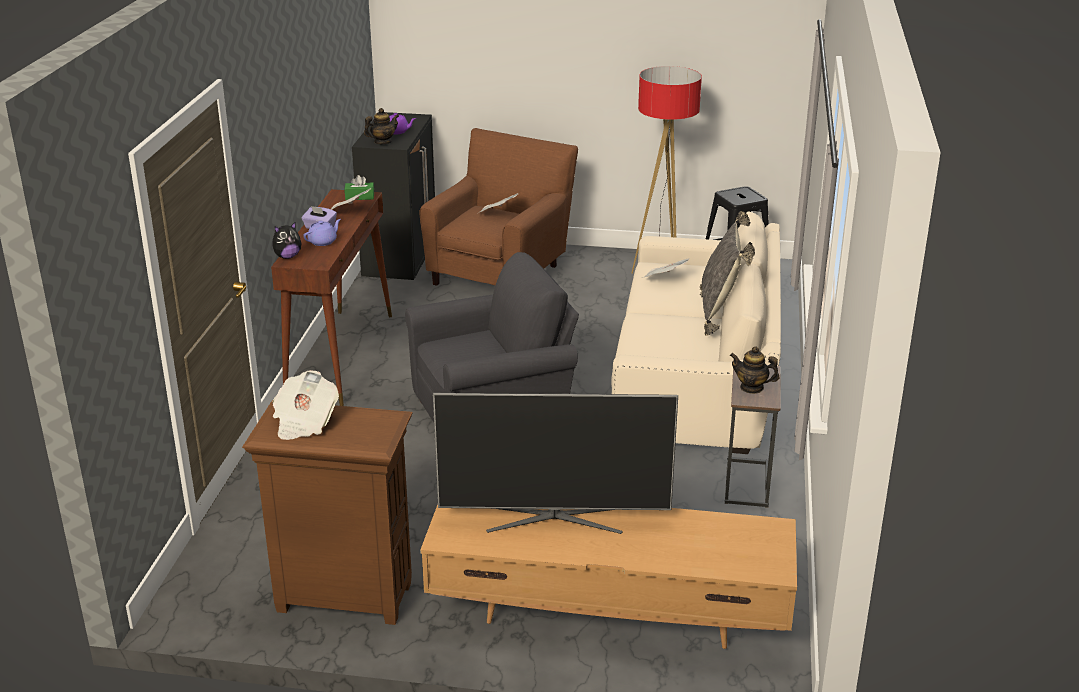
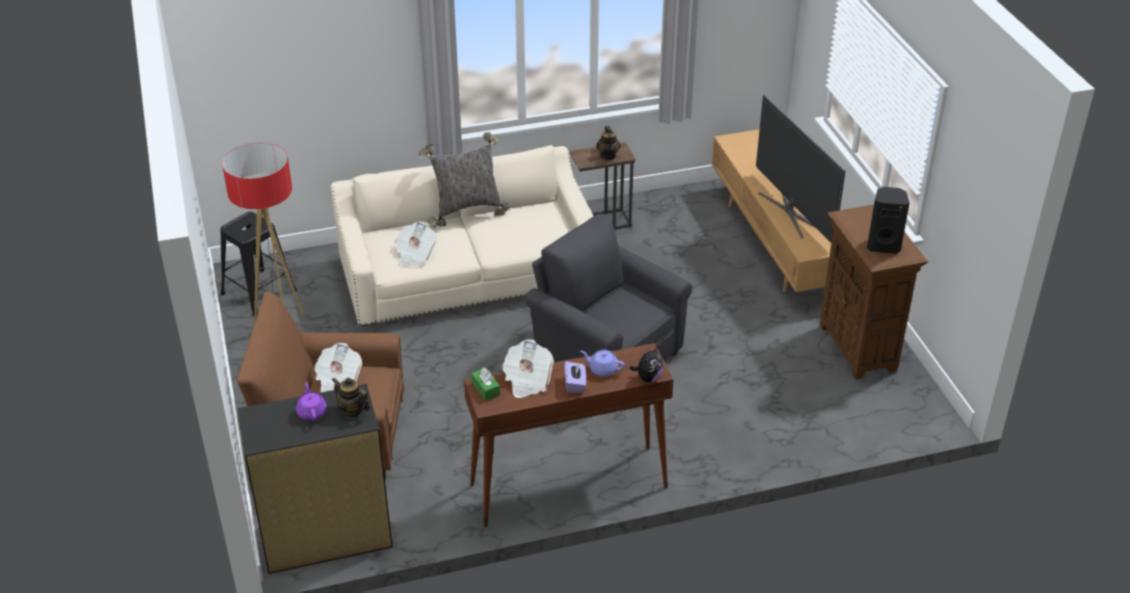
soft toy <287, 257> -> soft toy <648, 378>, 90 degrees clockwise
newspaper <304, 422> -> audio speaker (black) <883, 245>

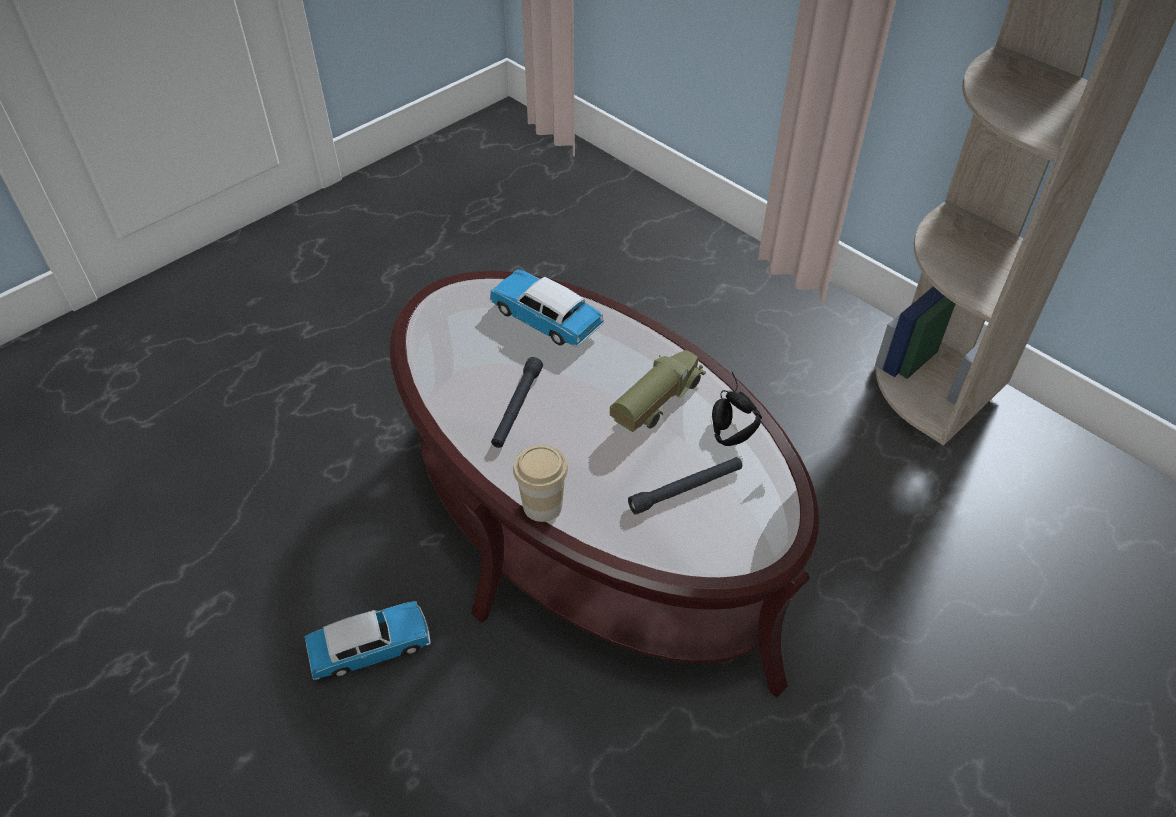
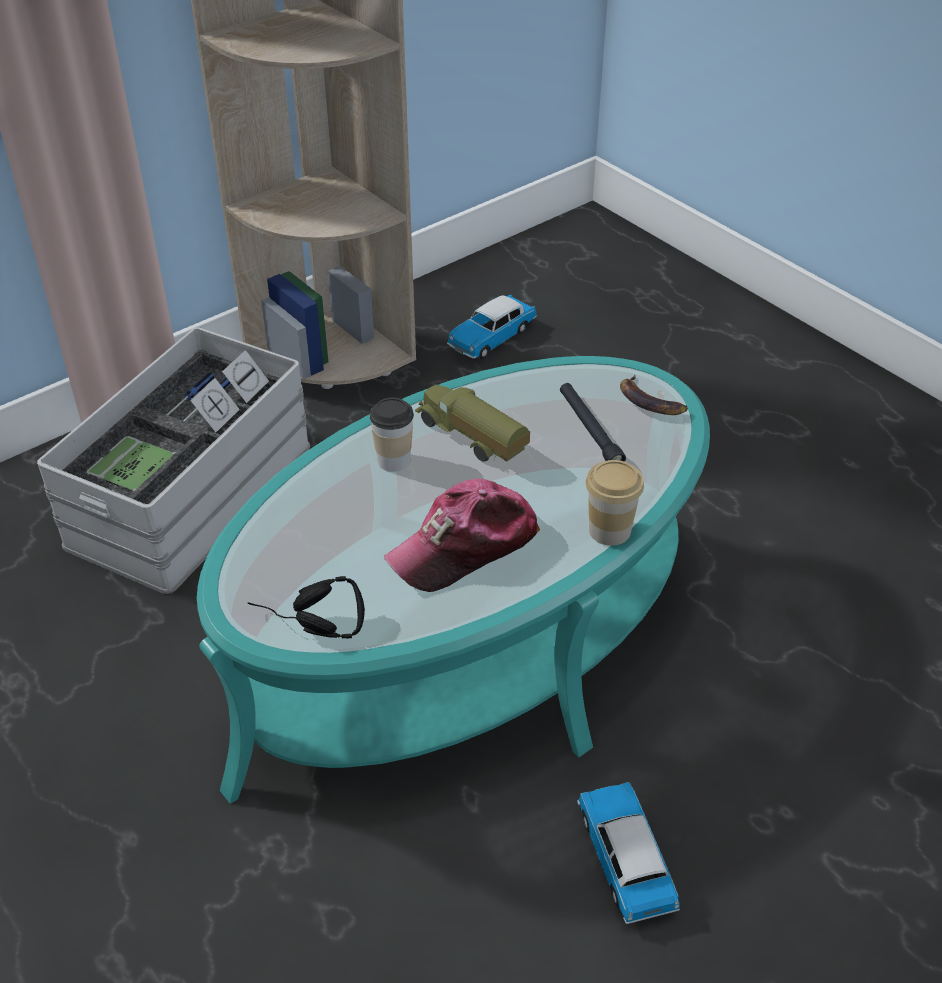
model car <545, 319> -> model car <491, 338>, relocated
coffee table (brown) <588, 529> -> coffee table (turquoise-coloured) <471, 643>
torch (black) <517, 408> -> cap <464, 546>
pair of headphones (black) <726, 416> -> pair of headphones (black) <307, 626>, relocated
none -> storage bin (gray) <189, 493>
none -> banana <650, 401>
none -> small cup <394, 461>

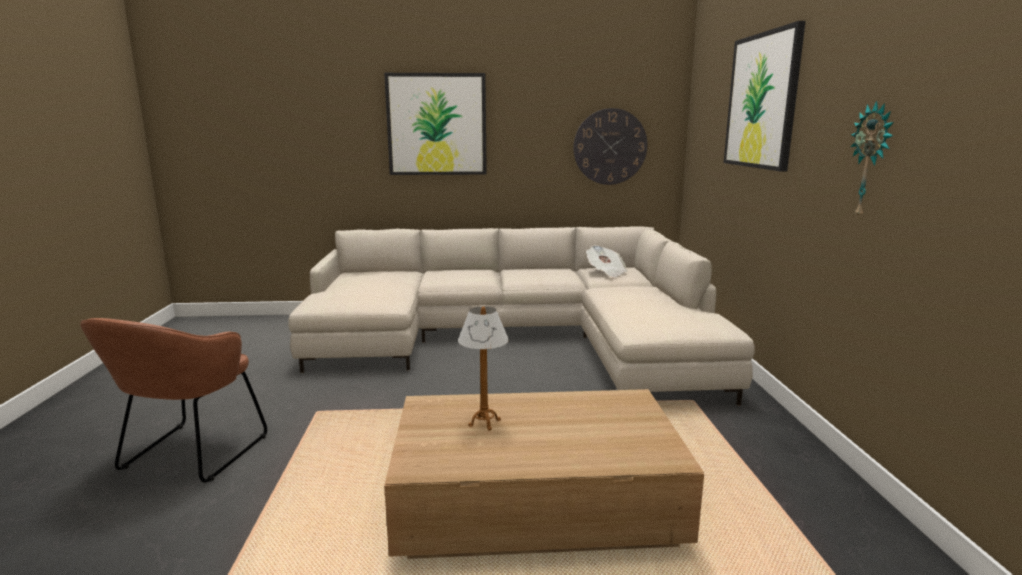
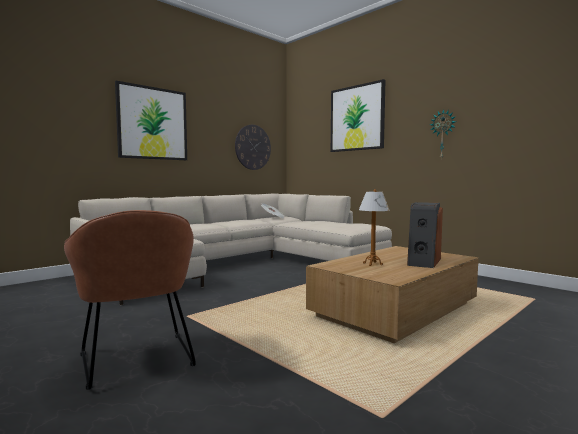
none -> audio speaker <423, 262>

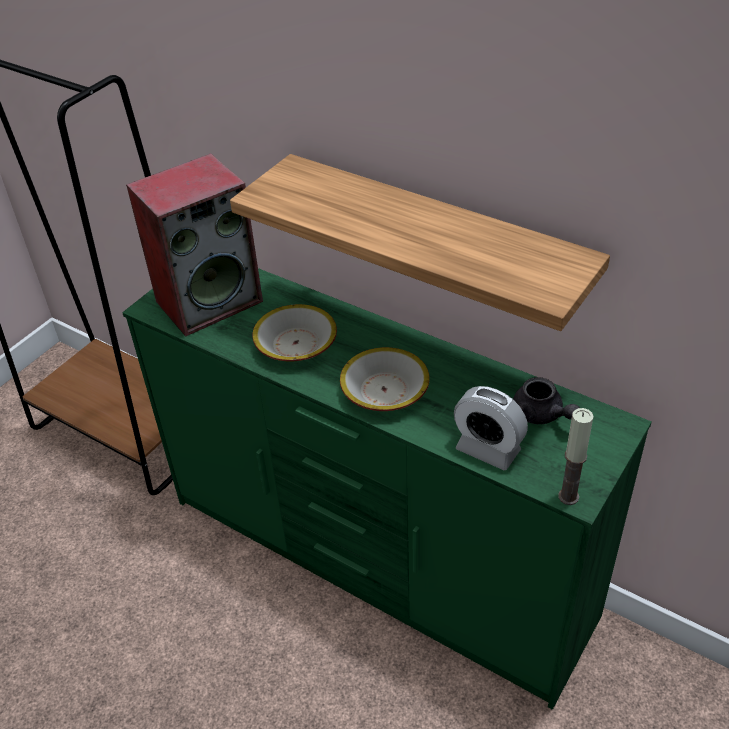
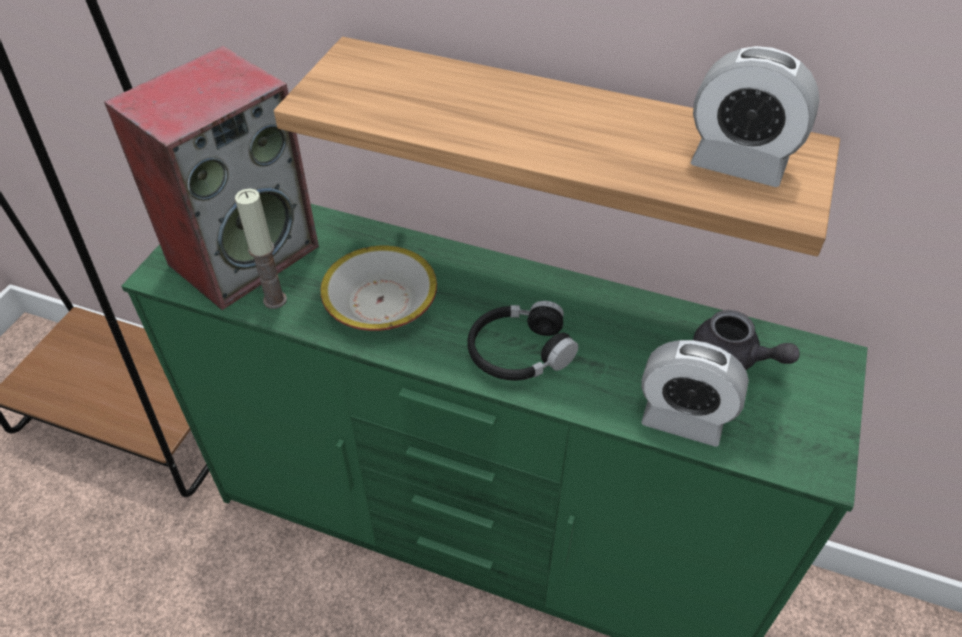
deep dish <384, 390> -> pair of headphones (black) <519, 352>
candle <568, 497> -> candle <275, 300>, relocated
none -> table clock <738, 163>

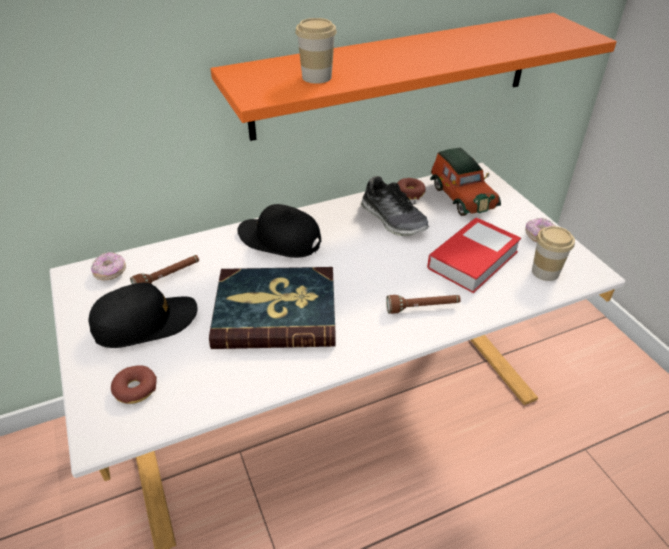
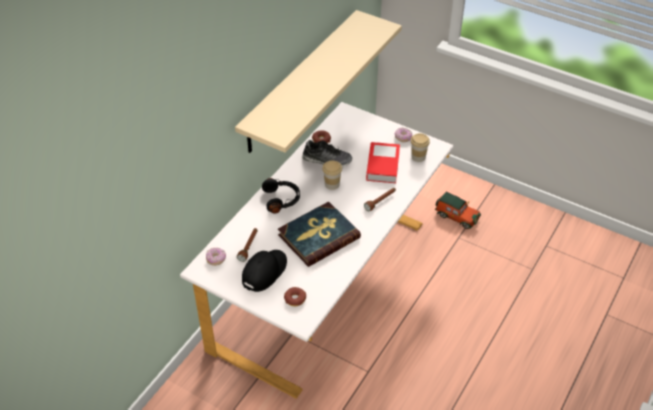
shelf (orange) <396, 75> -> shelf (beige-coloured) <300, 81>
small cup <316, 77> -> small cup <332, 184>, relocated
model car <460, 196> -> model car <456, 216>, relocated
cap (black) <279, 240> -> pair of headphones (black) <282, 200>

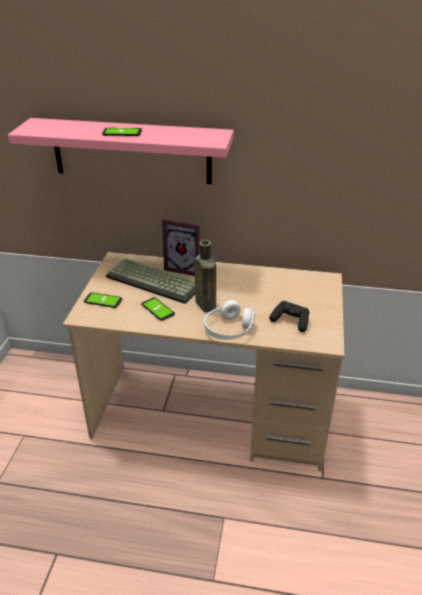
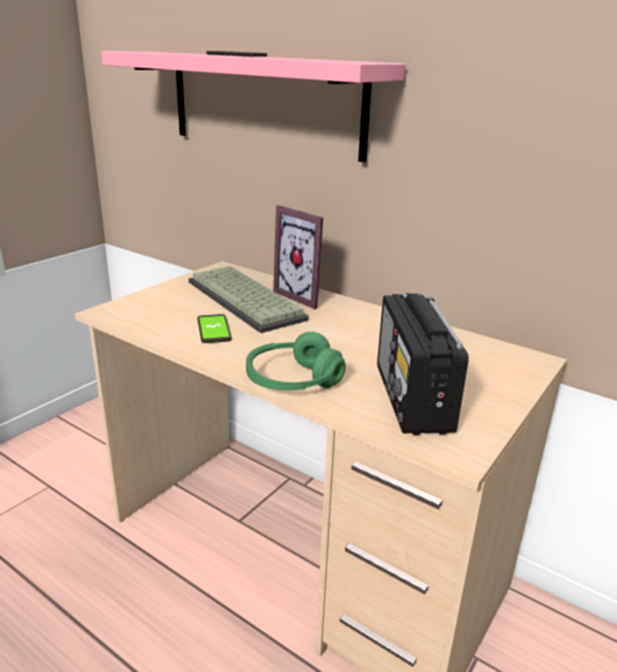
beverage bottle (brown) <204, 304> -> none
phone <103, 301> -> none
pair of headphones (whitish) <228, 329> -> pair of headphones (green) <293, 380>
joypad (black) <290, 321> -> radio set <412, 399>

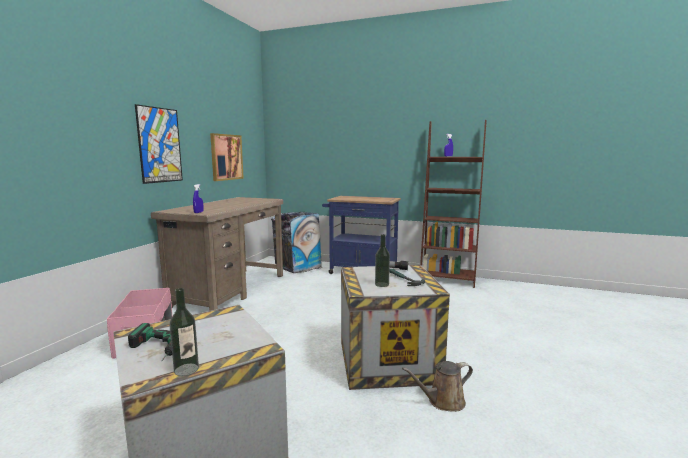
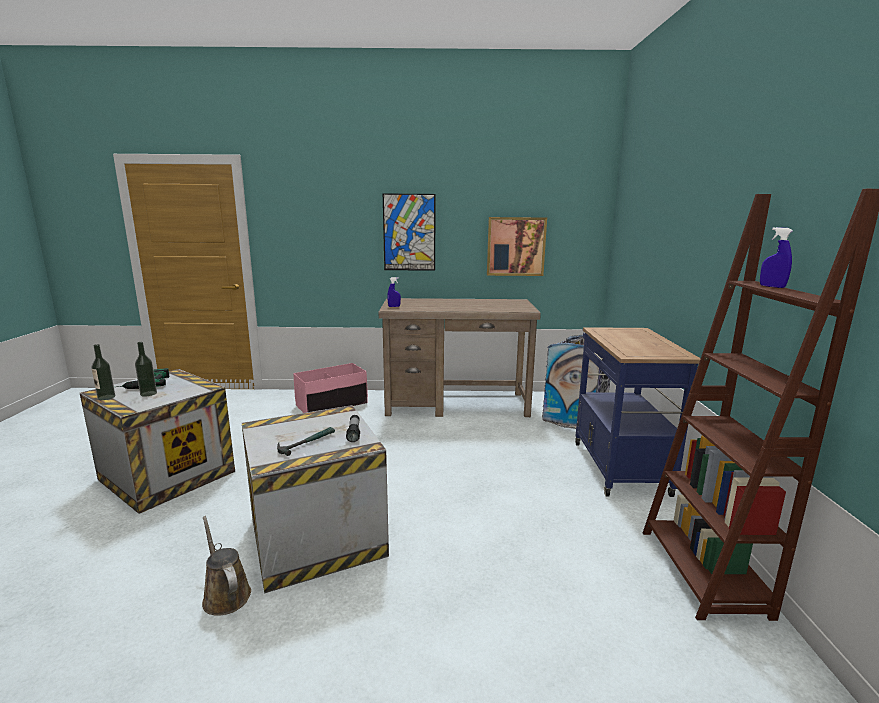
beverage bottle <382, 284> -> beverage bottle <148, 393>, relocated

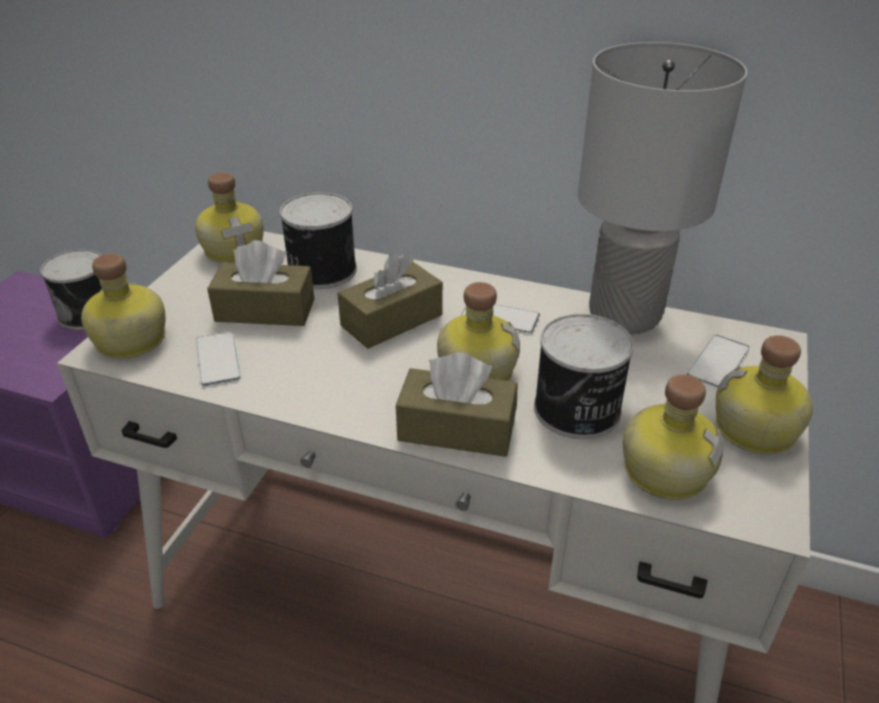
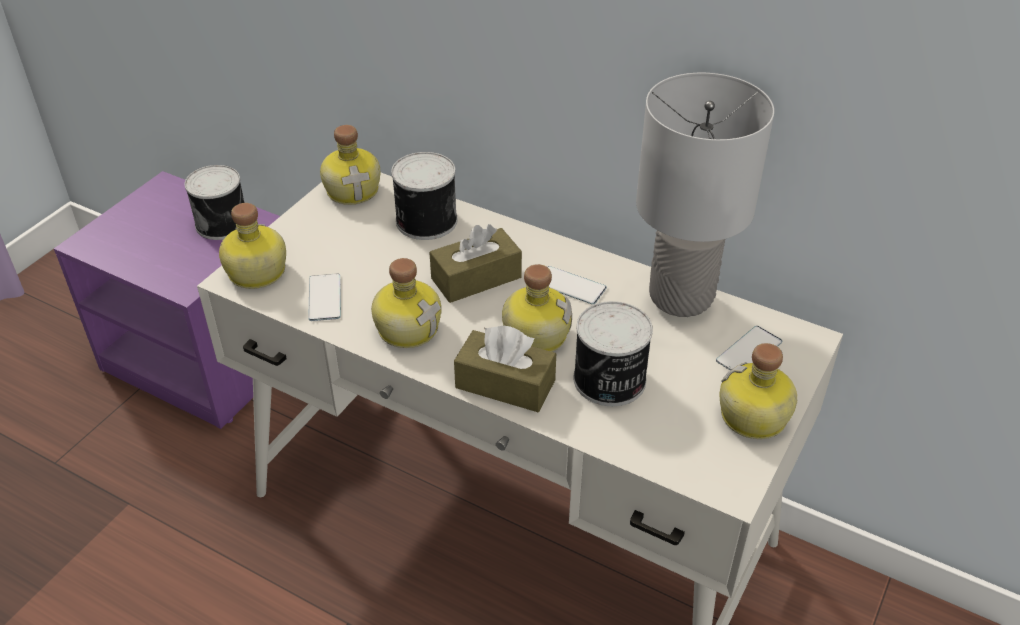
tissue box (brown) <265, 310> -> none
beverage bottle <664, 469> -> beverage bottle <408, 327>, relocated

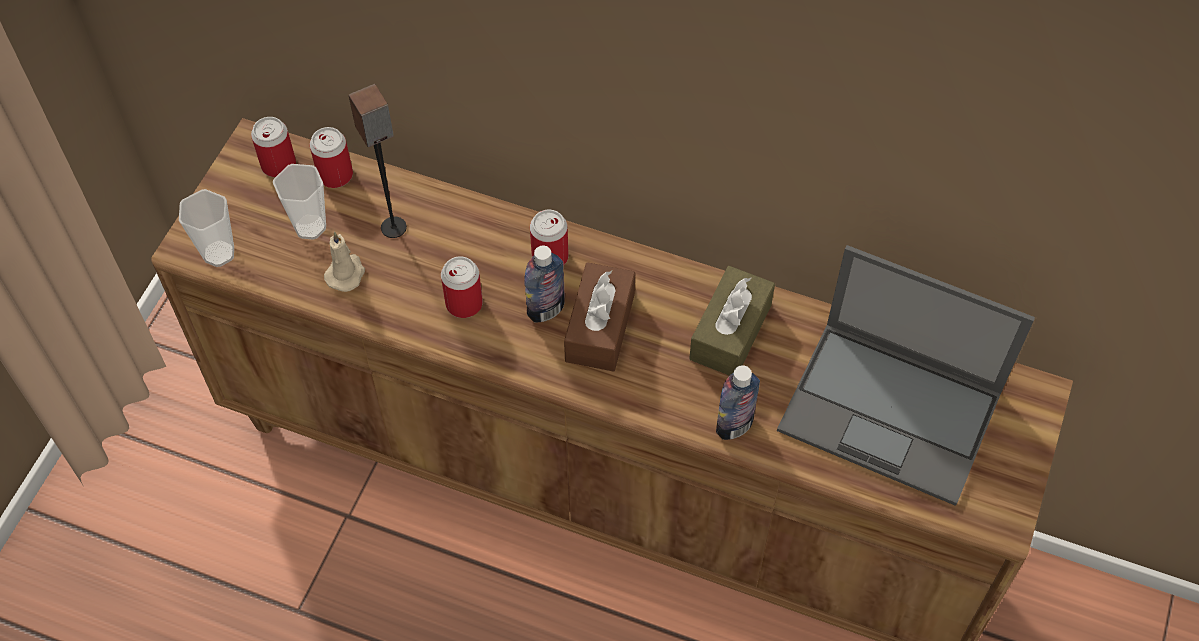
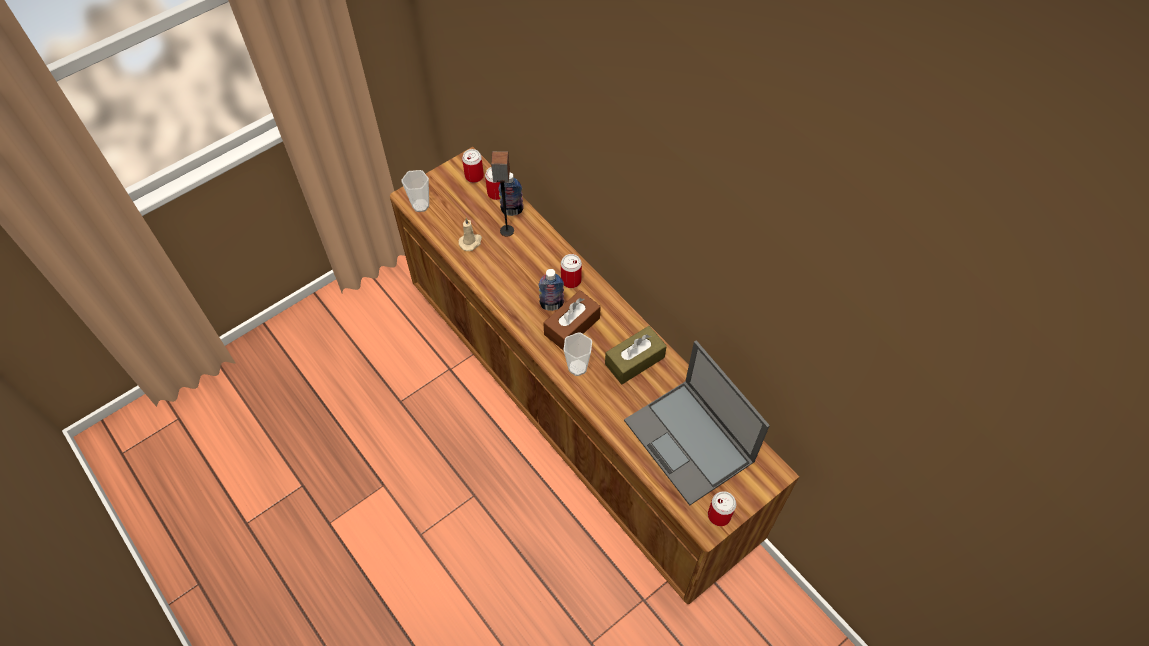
small cup <310, 227> -> small cup <577, 367>, relocated
metal can <464, 303> -> metal can <719, 515>, relocated
beverage bottle <734, 426> -> beverage bottle <512, 210>, relocated

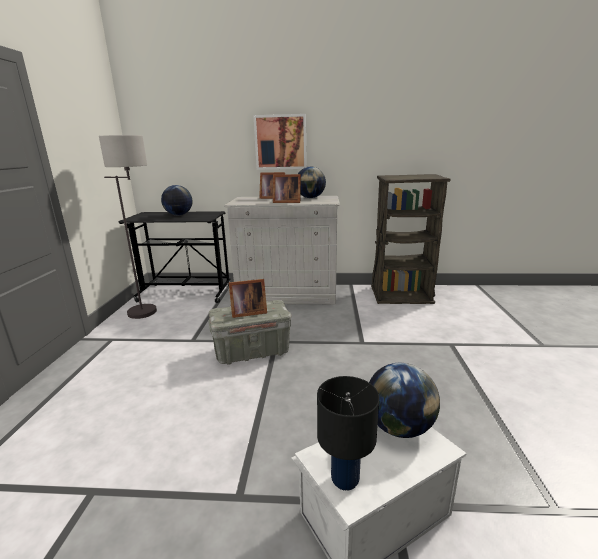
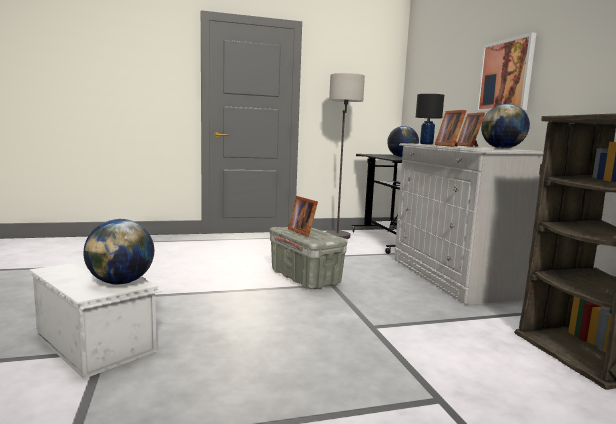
table lamp (black) <346, 480> -> table lamp (black) <426, 144>, relocated

